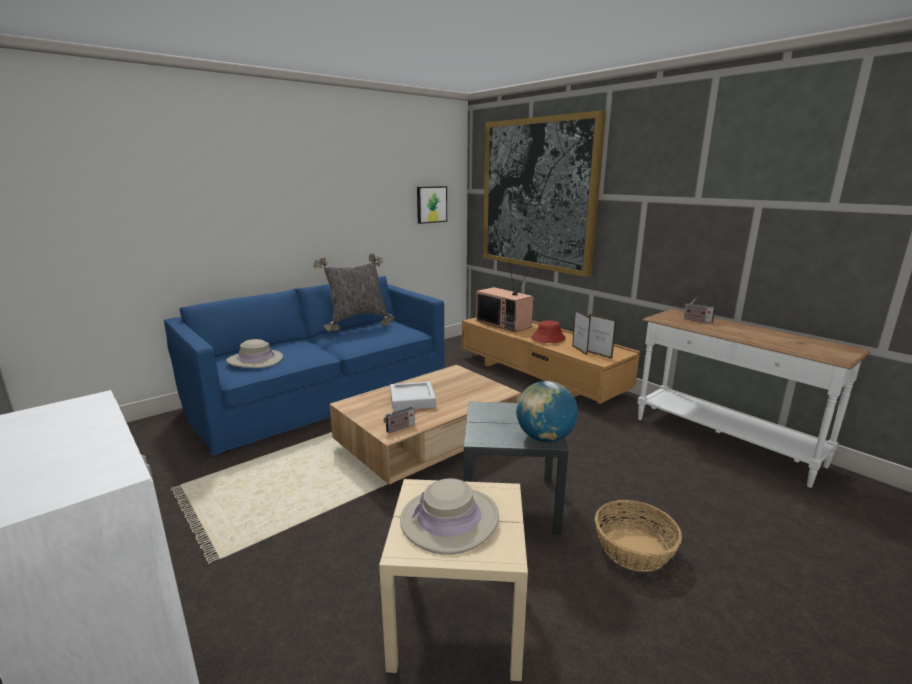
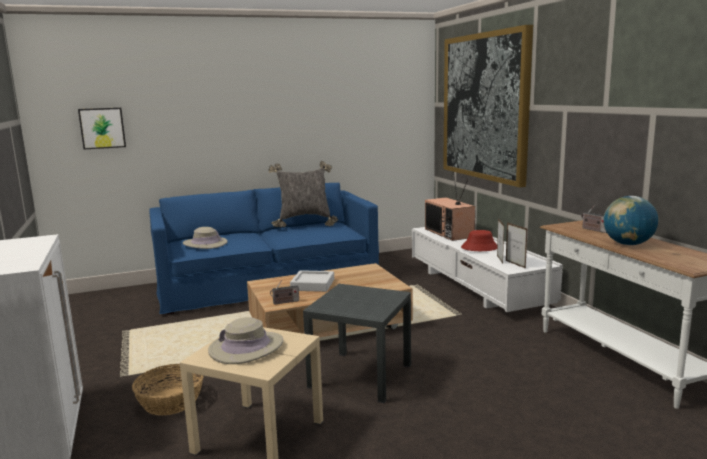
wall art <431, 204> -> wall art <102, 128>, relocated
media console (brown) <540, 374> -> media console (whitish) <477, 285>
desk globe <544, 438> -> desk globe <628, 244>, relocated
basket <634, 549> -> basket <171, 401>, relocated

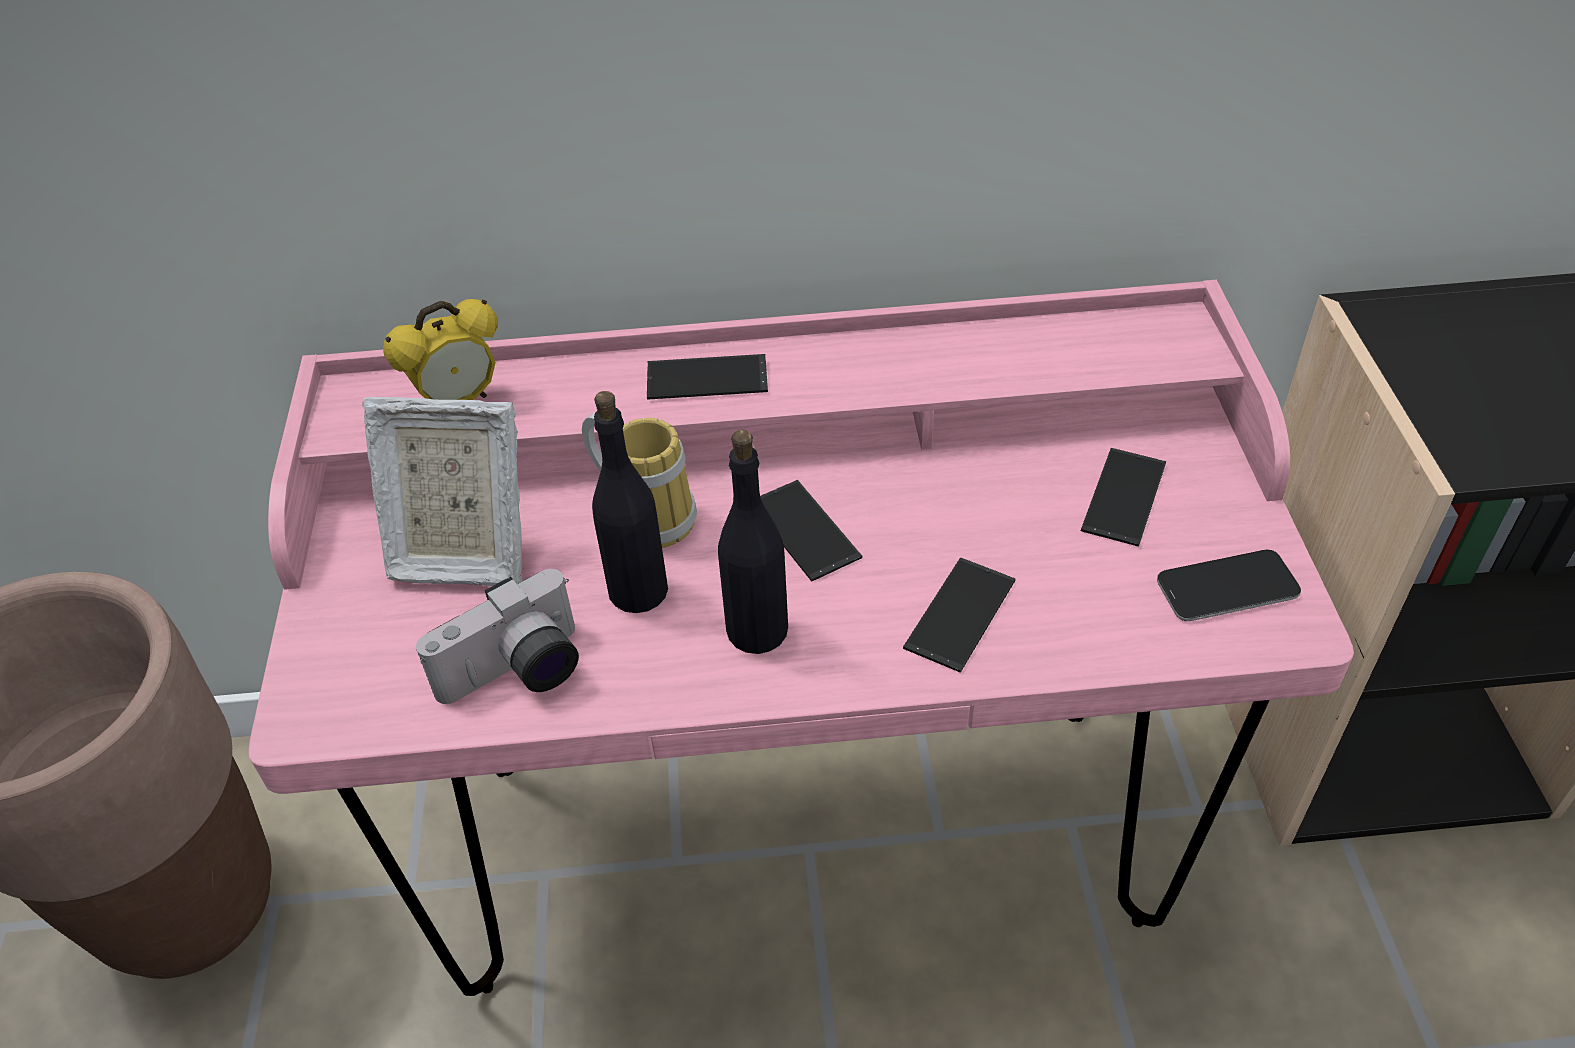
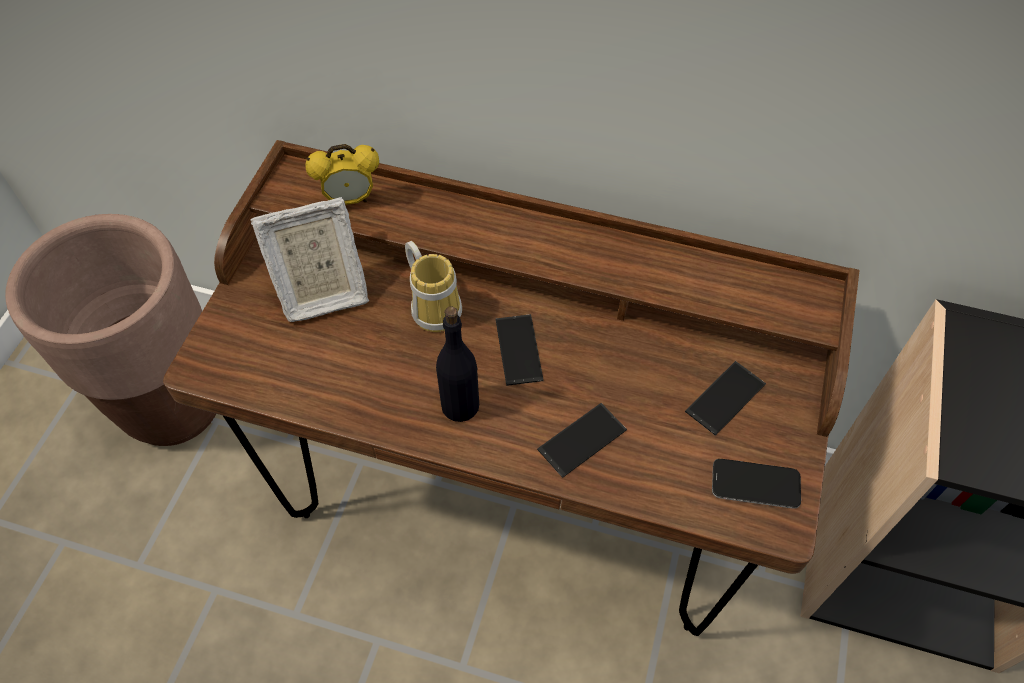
desk table (pink) <802, 839> -> desk table (brown) <513, 498>
phone <707, 378> -> none
beverage bottle (black) <637, 590> -> none
photo frame <461, 552> -> photo frame <321, 293>, 45 degrees counterclockwise
photo camera <518, 674> -> none

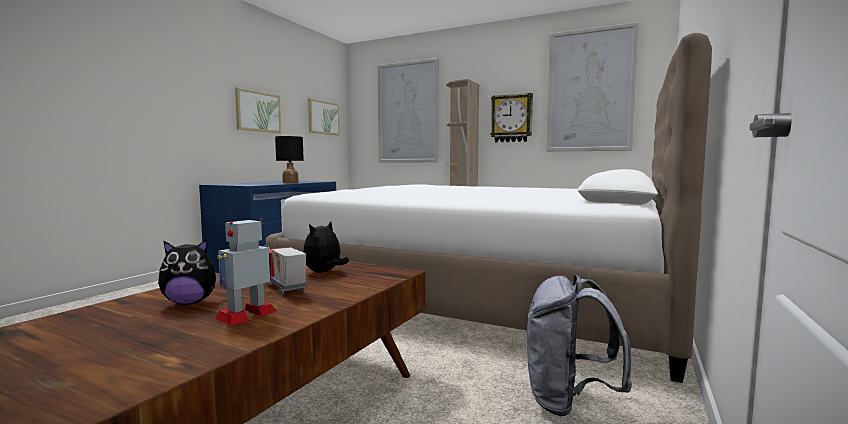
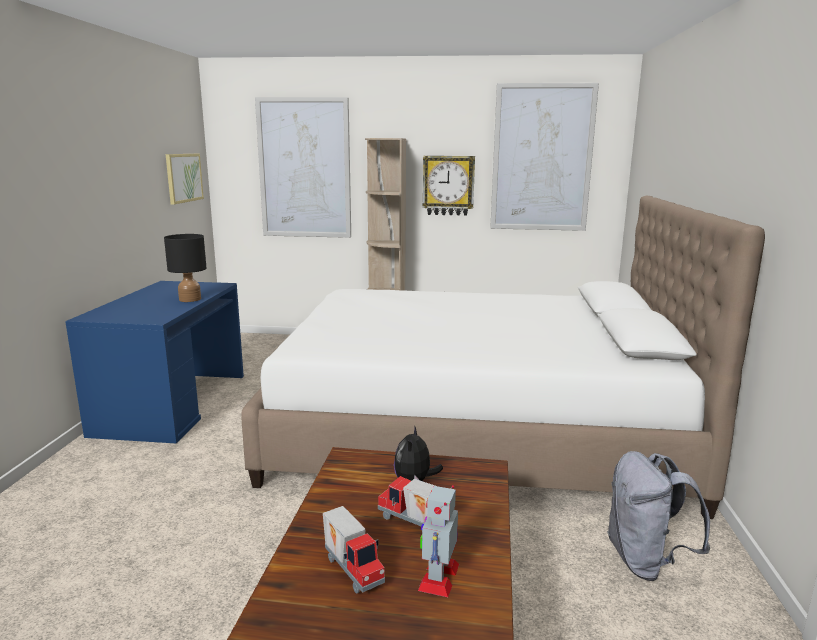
wall art <258, 111> -> none
soft toy <190, 302> -> toy lorry <354, 569>

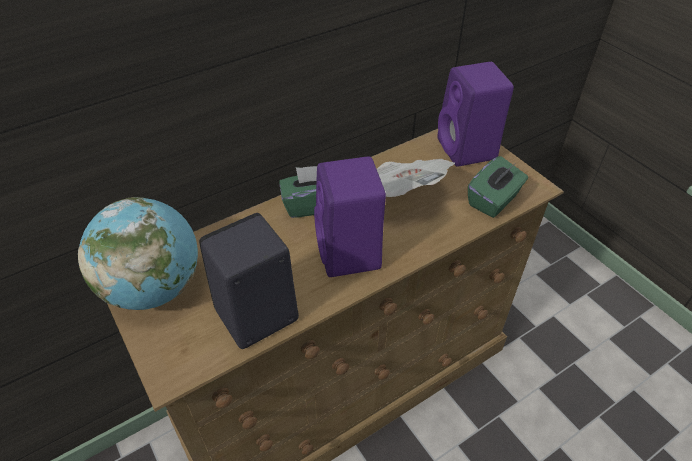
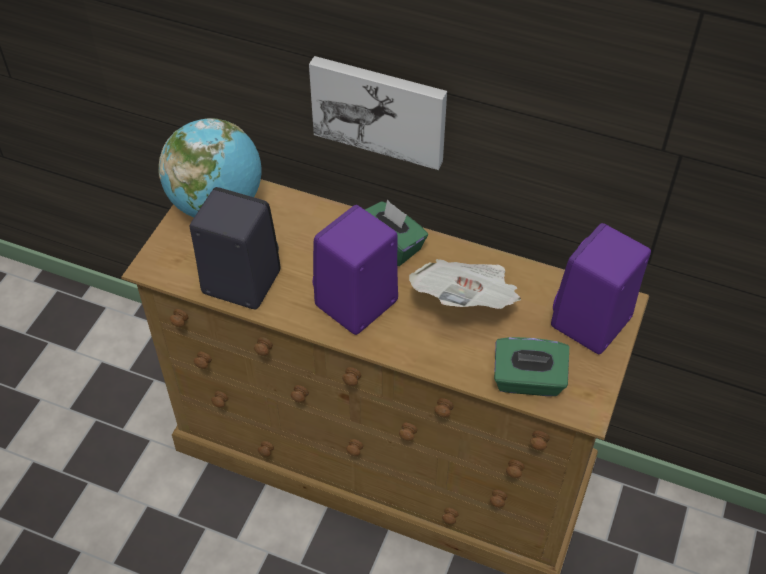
none -> wall art <380, 109>

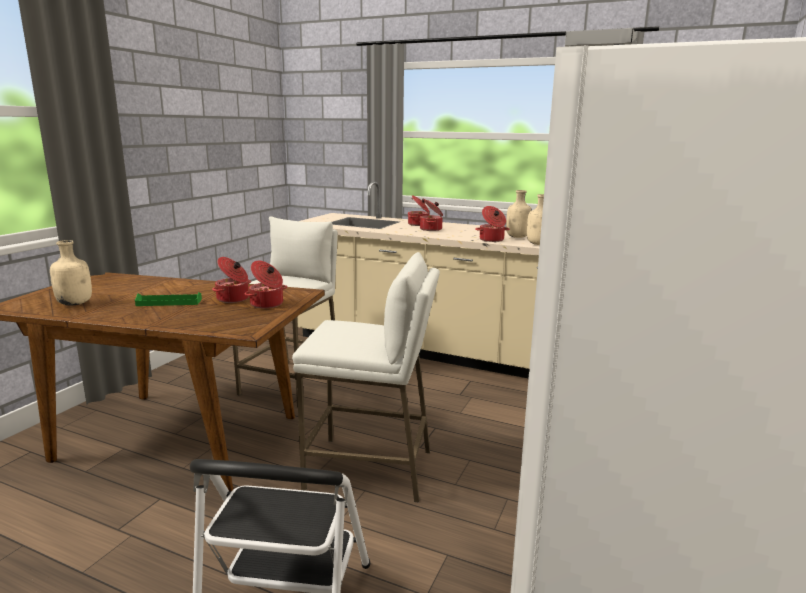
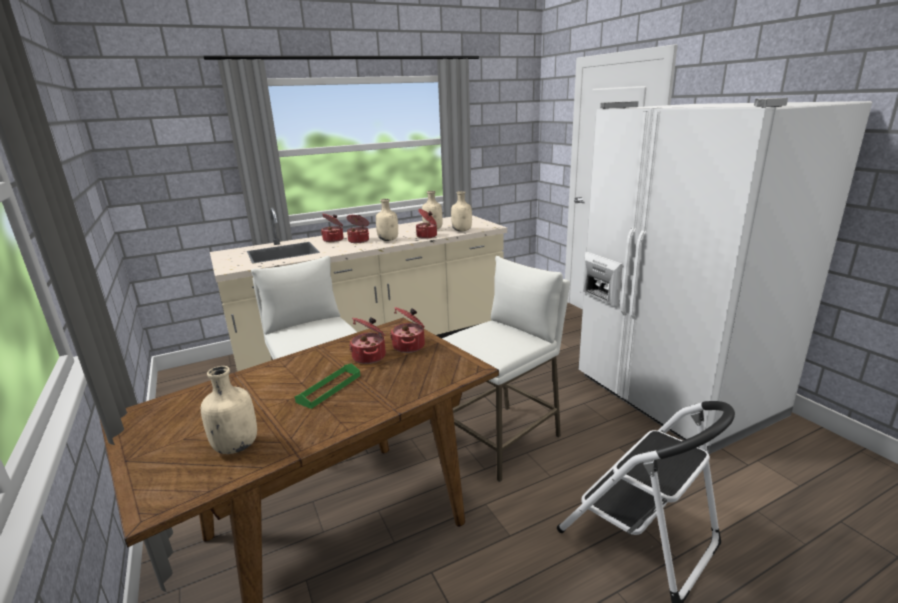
none -> beverage bottle (beige-coloured) <388, 240>

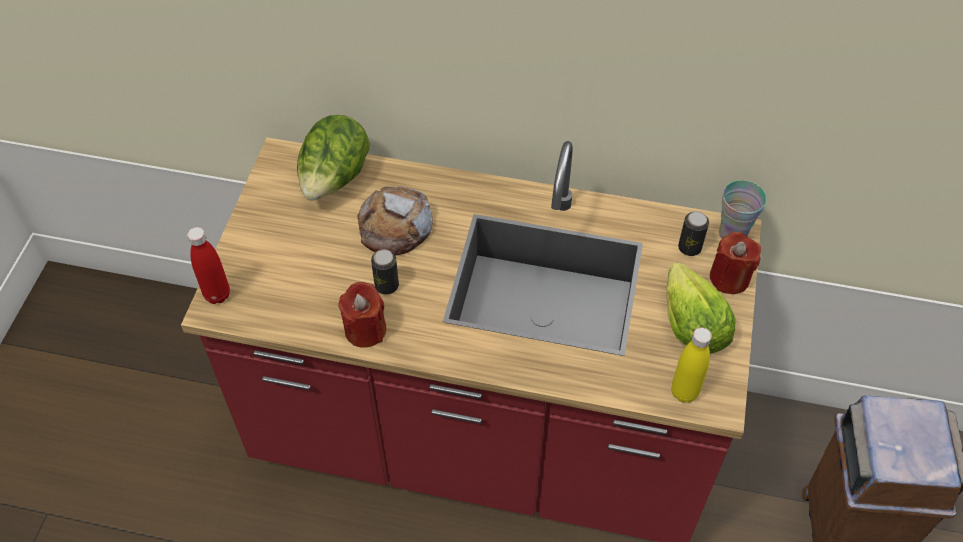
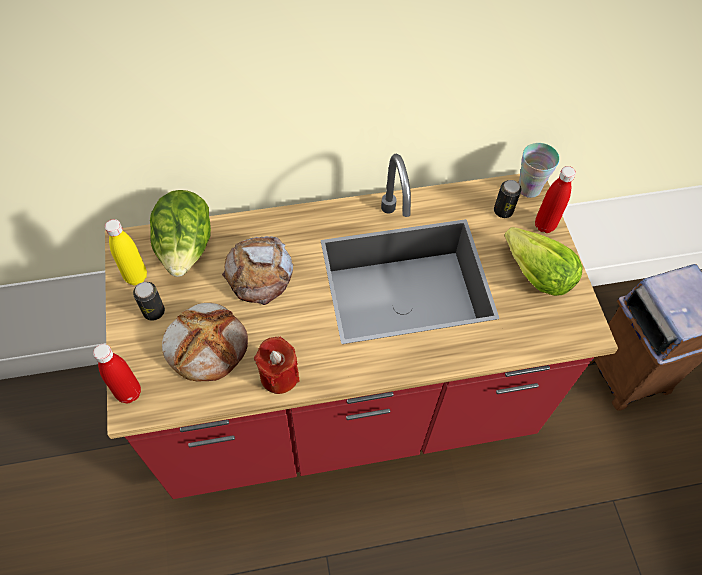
candle (red) <729, 278> -> beverage bottle (red) <544, 225>
metal can <386, 285> -> metal can <154, 311>, relocated
beverage bottle (yellow-coloured) <684, 392> -> beverage bottle (yellow-coloured) <136, 277>, relocated
none -> bakery bread <206, 343>

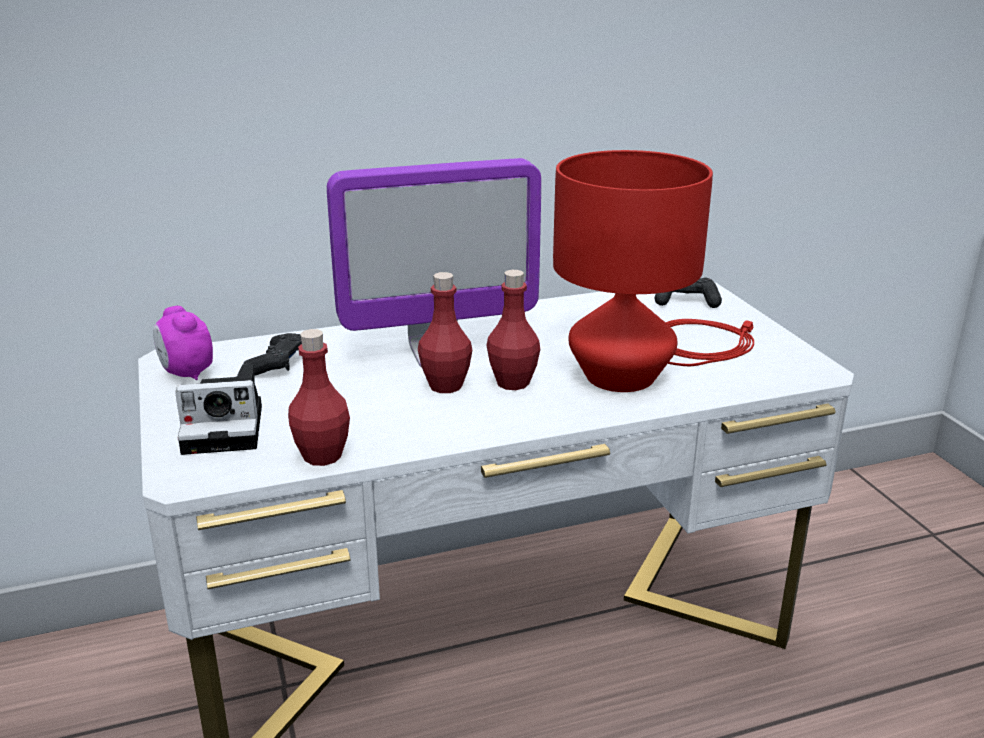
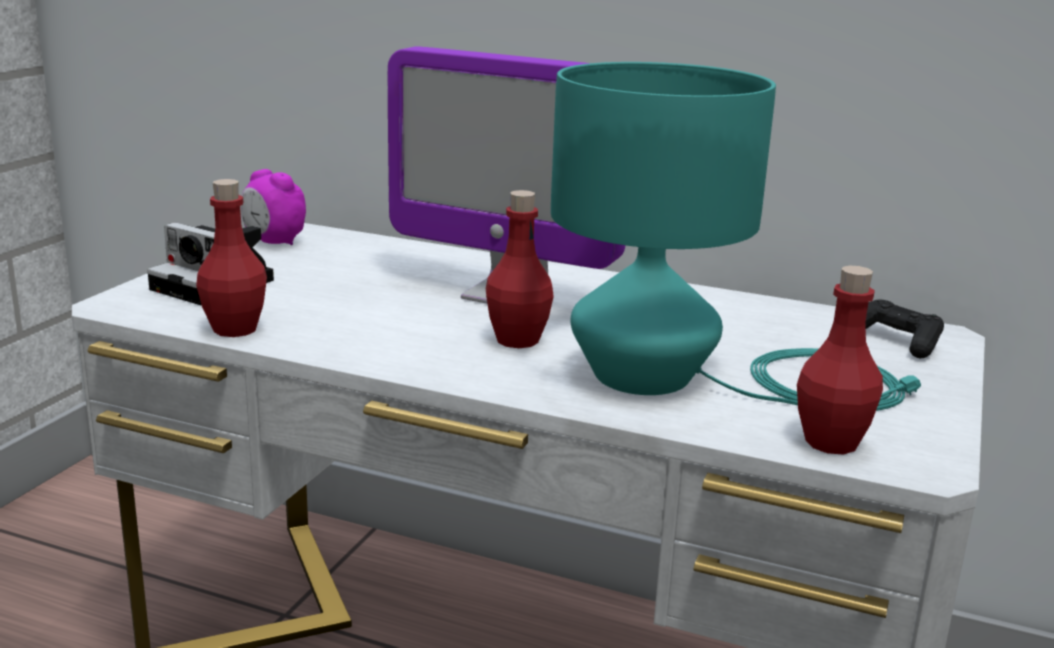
table lamp (red) <653, 362> -> table lamp (turquoise-coloured) <714, 378>
beverage bottle (red) <445, 386> -> beverage bottle (red) <831, 442>, relocated
table clock <186, 373> -> table clock <274, 242>, 60 degrees counterclockwise
joypad (black) <278, 364> -> none

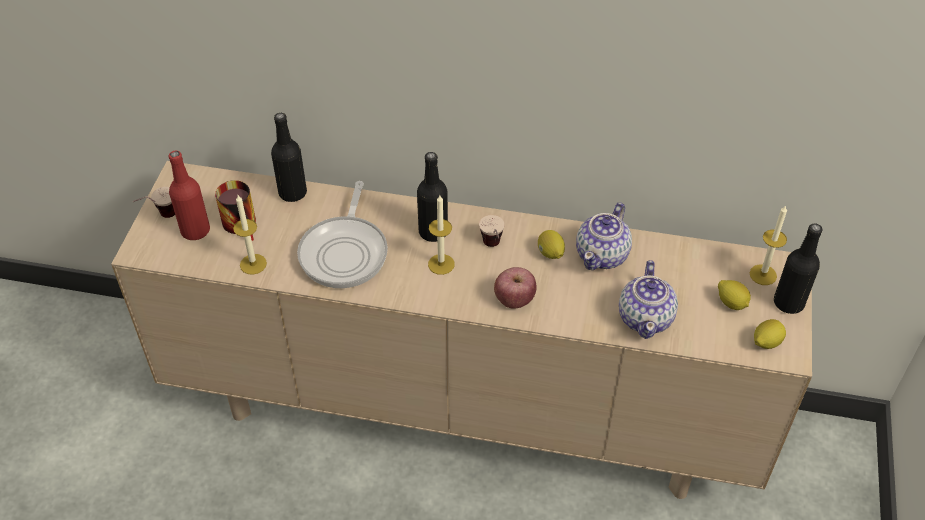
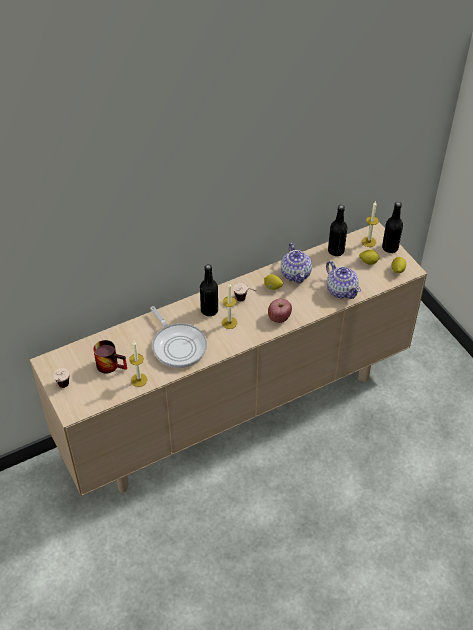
beverage bottle (black) <292, 193> -> beverage bottle (black) <336, 251>, relocated
beverage bottle (red) <195, 231> -> none

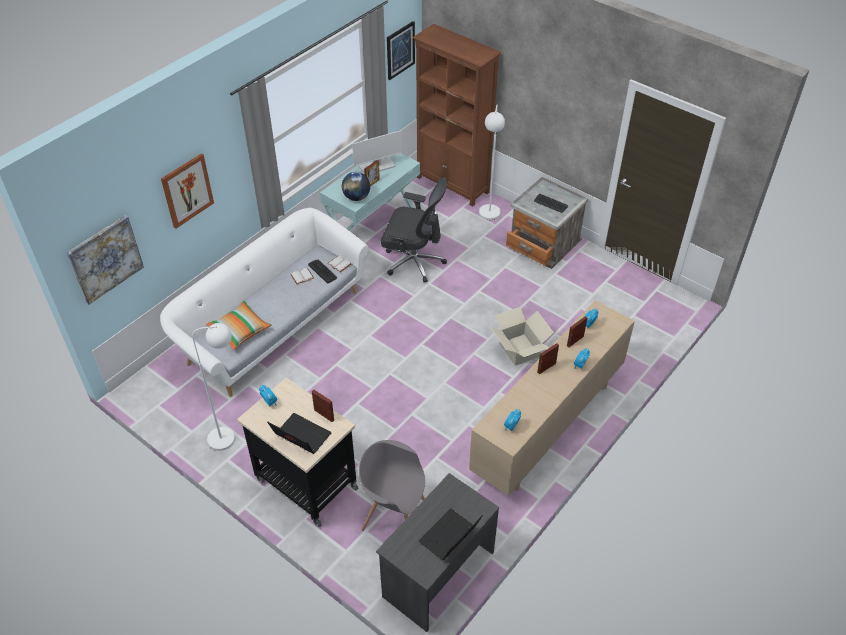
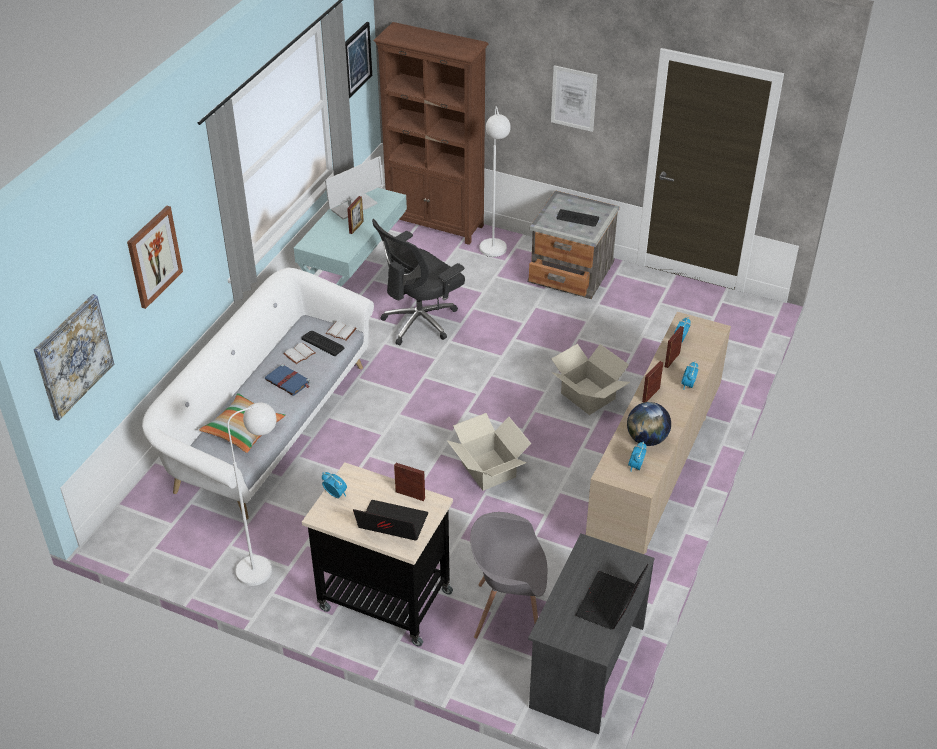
desk globe <356, 197> -> desk globe <646, 439>, relocated
desk chair <413, 263> -> desk chair <420, 321>, 135 degrees clockwise
none -> wall art <573, 98>
none -> bound book (bluish) <288, 382>
none -> carton <488, 470>

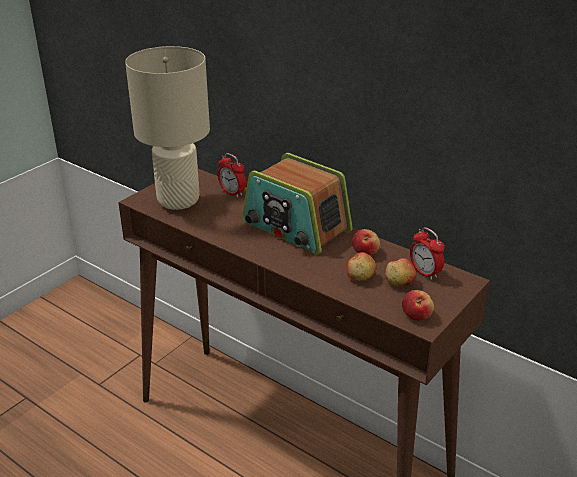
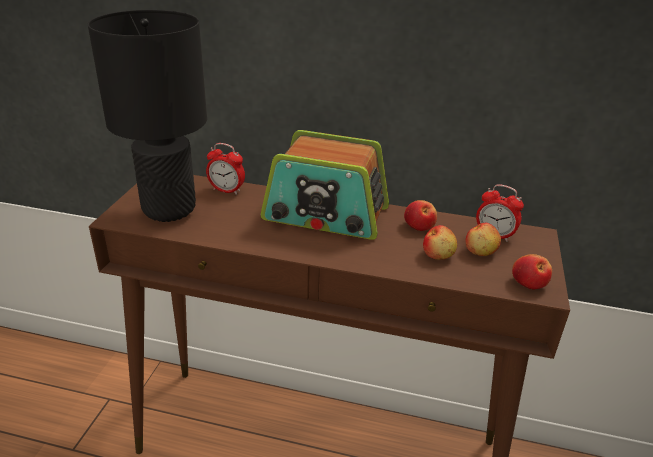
table lamp (beige-coloured) <179, 203> -> table lamp (black) <170, 212>

